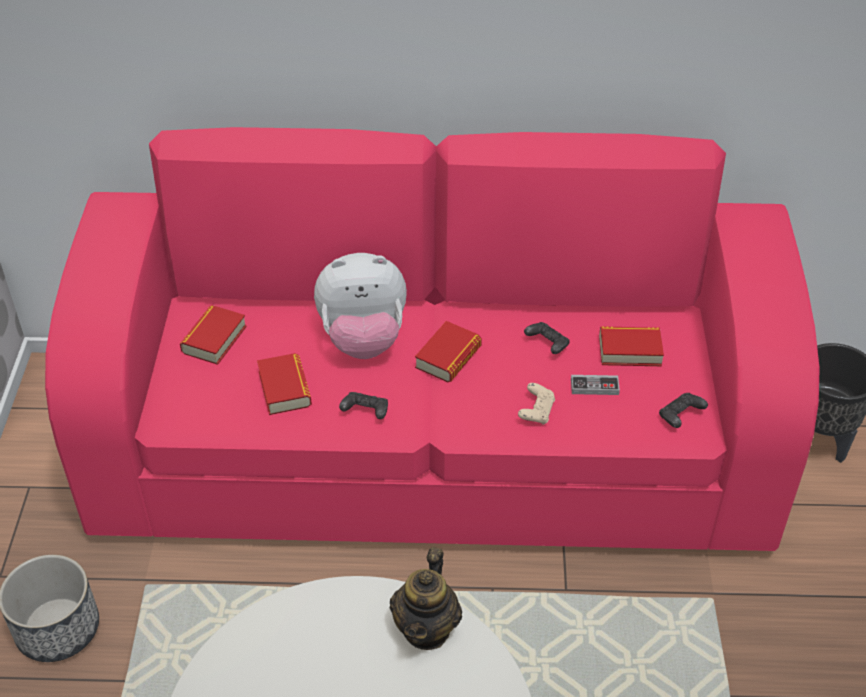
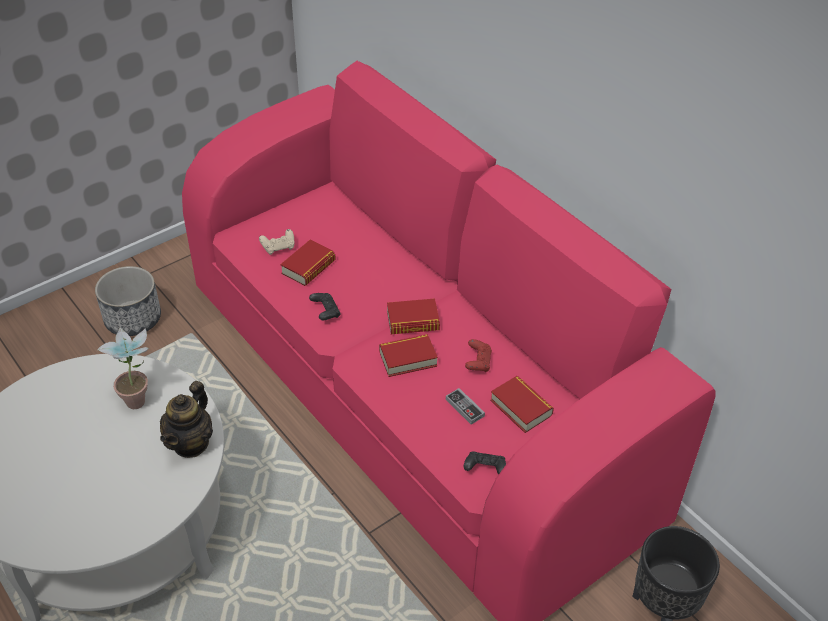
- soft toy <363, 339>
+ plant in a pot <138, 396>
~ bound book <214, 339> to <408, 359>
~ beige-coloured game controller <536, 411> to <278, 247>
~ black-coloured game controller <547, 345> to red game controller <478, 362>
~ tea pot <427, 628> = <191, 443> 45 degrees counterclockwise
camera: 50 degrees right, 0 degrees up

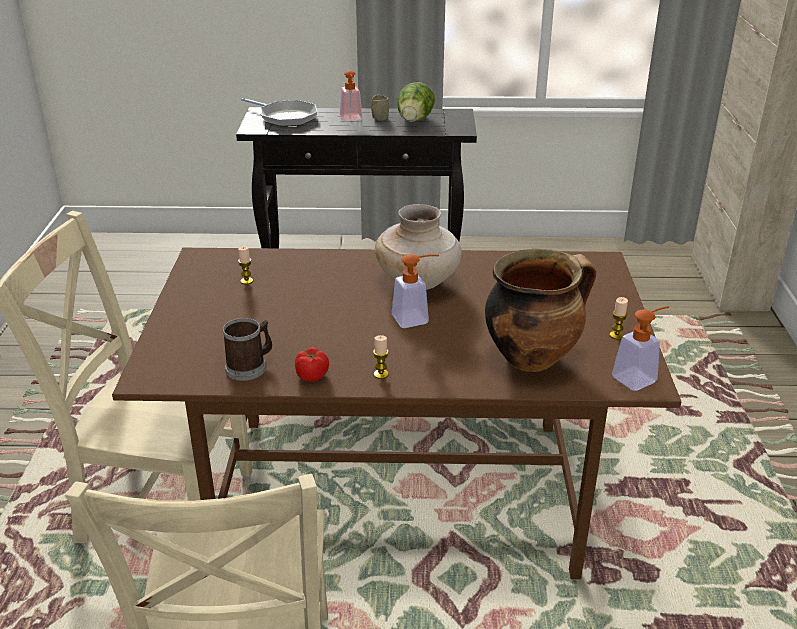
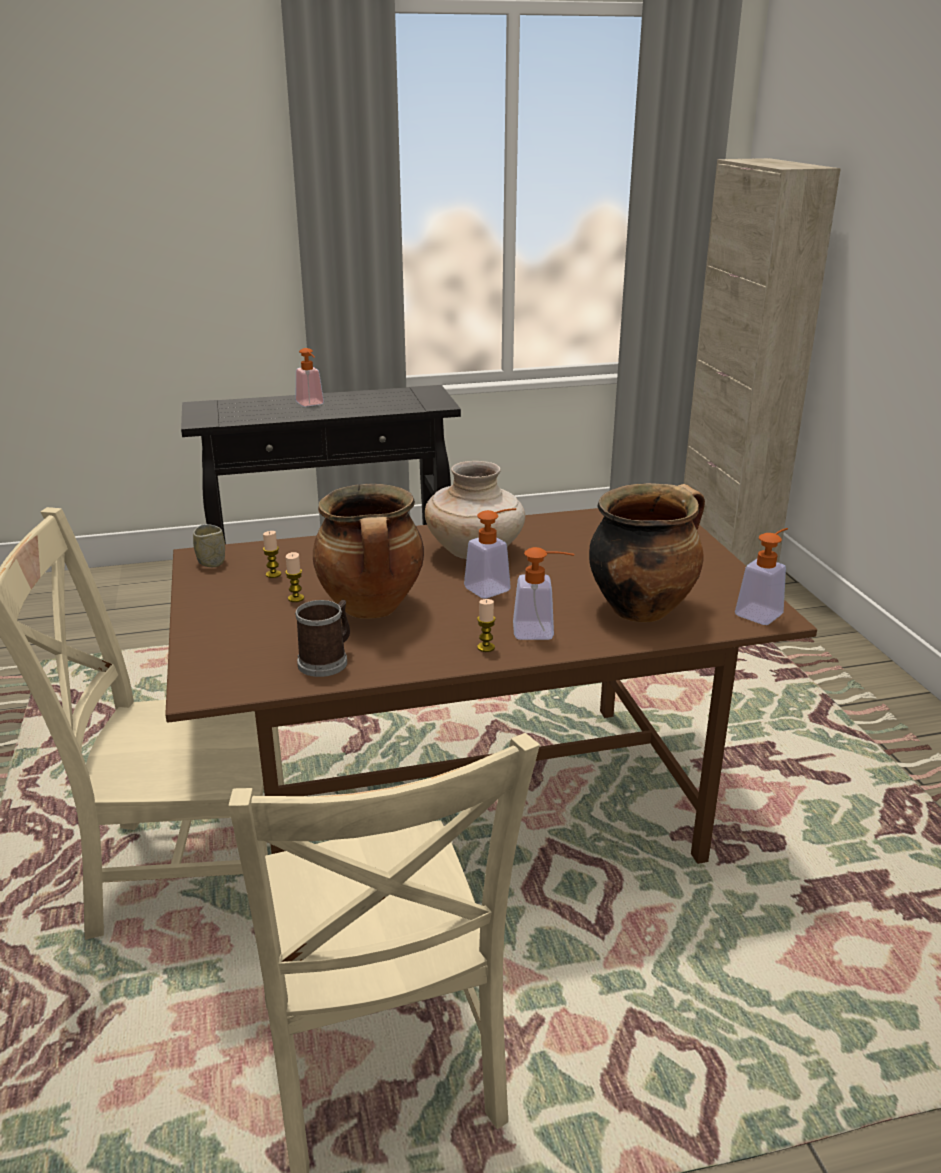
- skillet <285, 117>
- tomato <312, 375>
- head of lettuce <414, 121>
+ cooking pot <372, 609>
+ soap bottle <542, 631>
~ cup <380, 118> to <211, 562>
~ wax candle <616, 335> to <296, 598>
camera: 15 degrees left, 5 degrees down

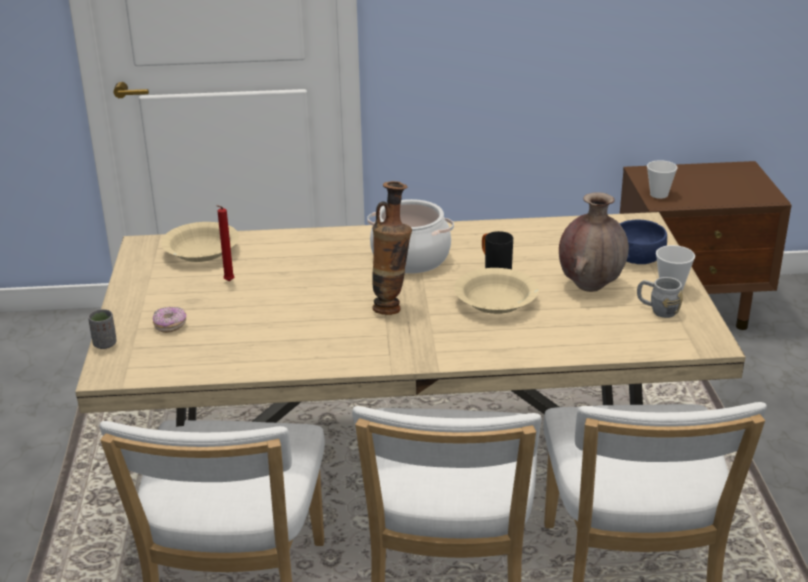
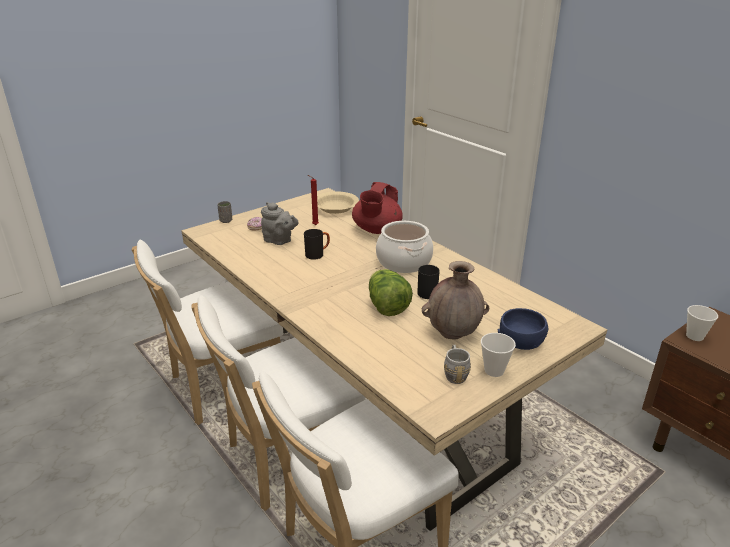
- flower vase <391, 307>
+ gray tea pot <279, 241>
+ black-coloured mug <317, 254>
+ red tea pot <376, 230>
~ beige-coloured bowl <496, 302> to head of lettuce <387, 306>
camera: 55 degrees right, 0 degrees up

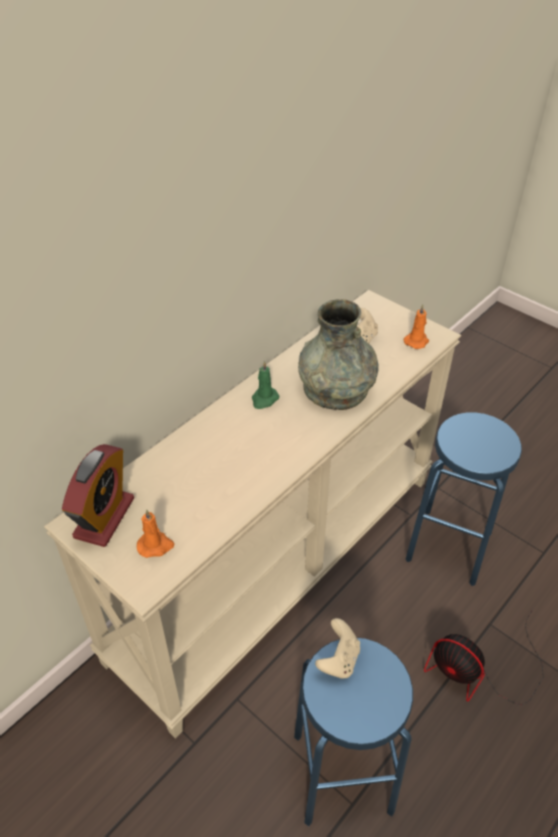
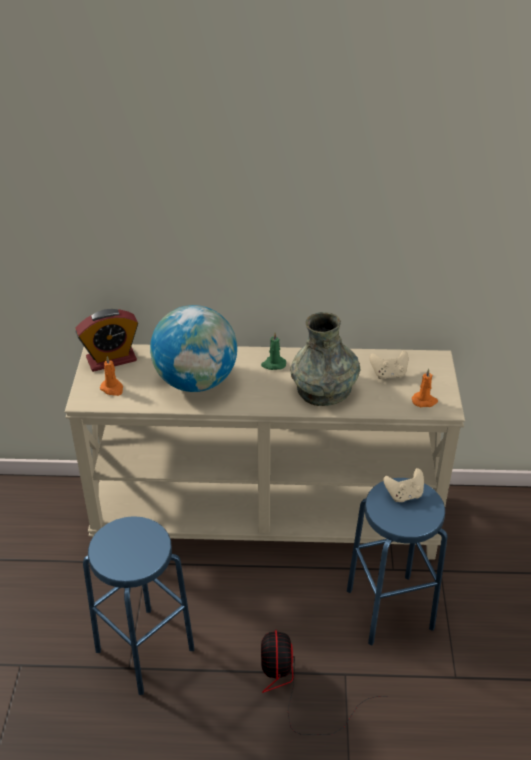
+ globe <196, 381>
~ beige-coloured game controller <338, 659> to <404, 495>
camera: 50 degrees right, 5 degrees down

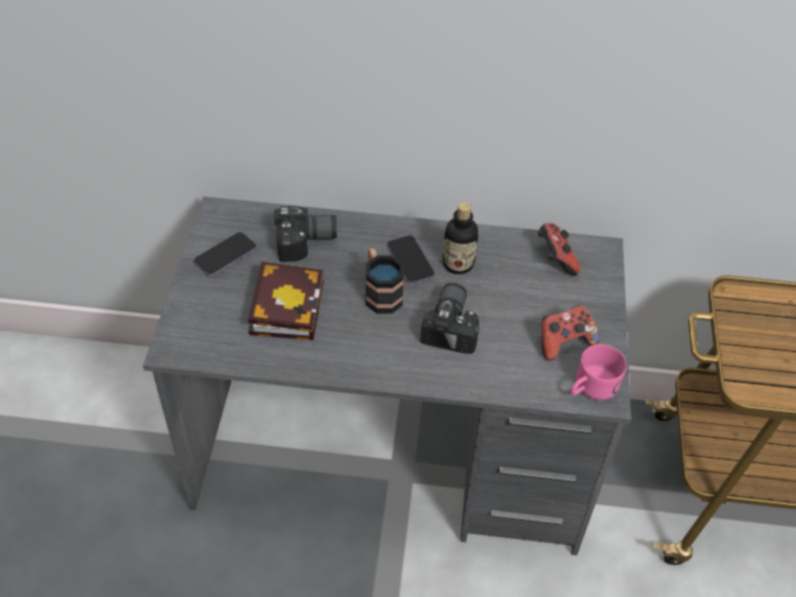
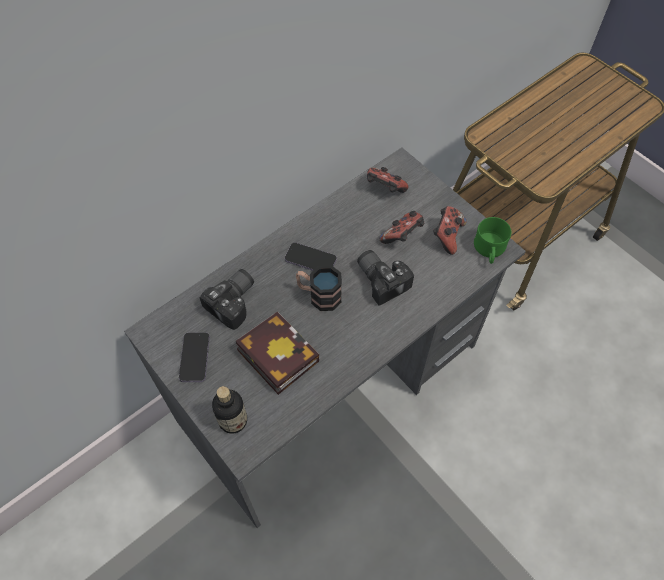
+ game controller <402, 236>
~ bottle <458, 264> to <233, 420>
~ pink-coloured mug <591, 387> to green-coloured mug <489, 250>
camera: 45 degrees left, 10 degrees up

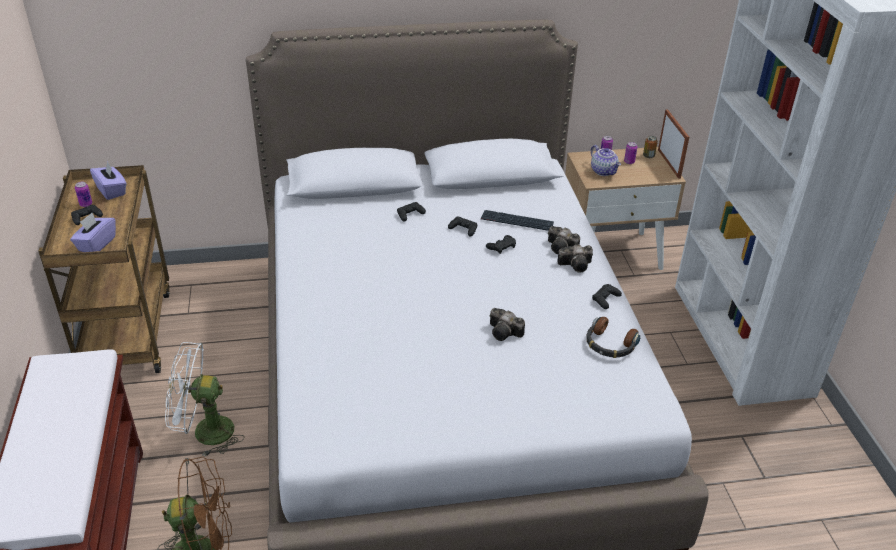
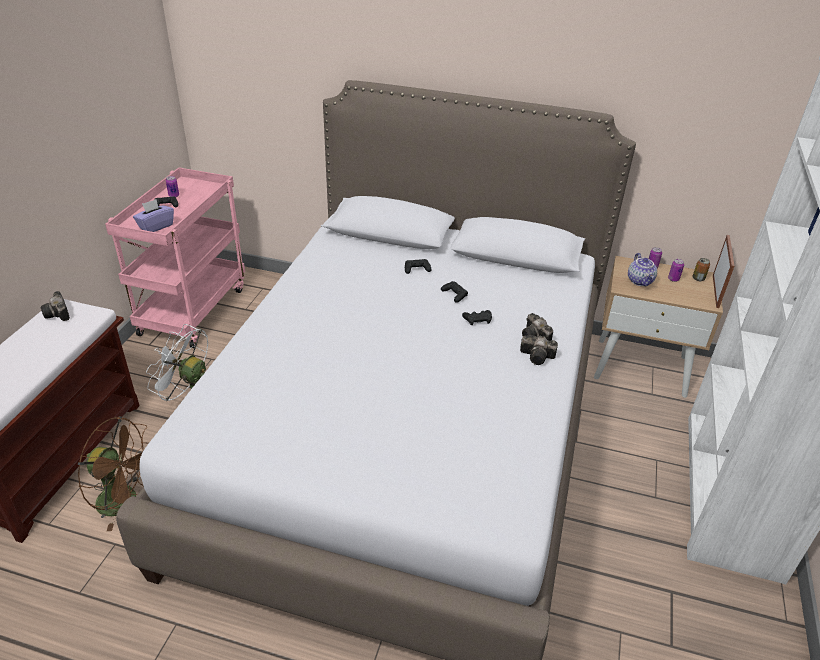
- purplish box of tissues <111, 191>
- keyboard <517, 222>
- headphones <610, 344>
- black-coloured game controller <605, 299>
~ still camera <505, 333> to <58, 314>
~ brown wheeled cart <126, 331> to pink-coloured wheeled cart <193, 309>
camera: 25 degrees right, 0 degrees up

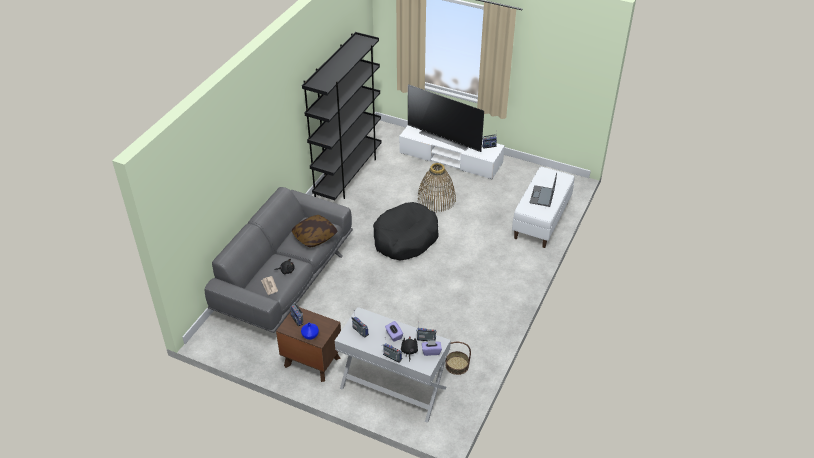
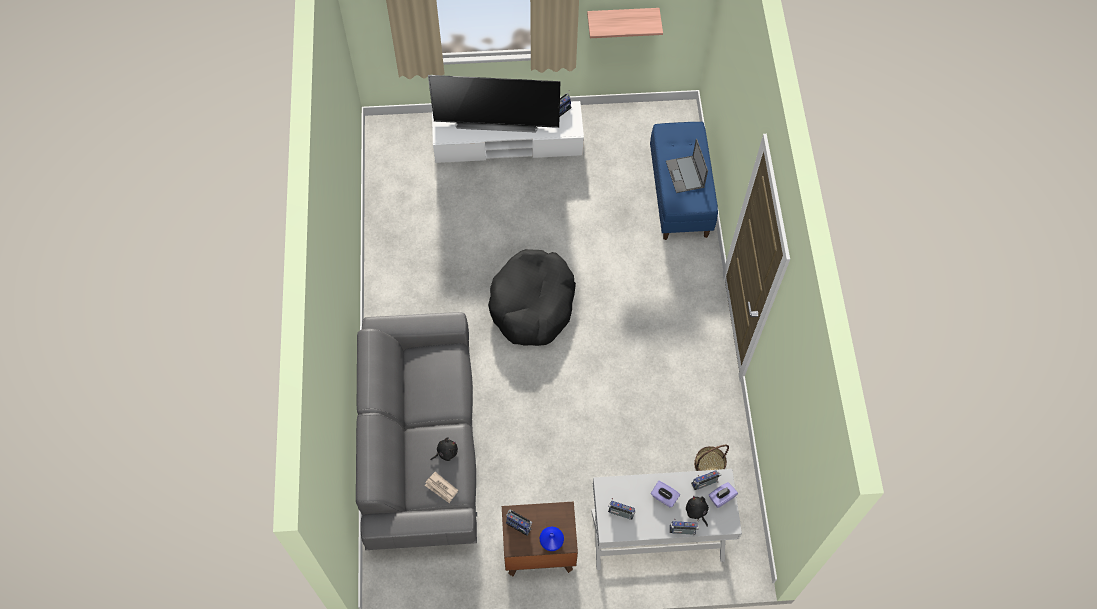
- throw pillow <314, 236>
- black-coloured shelving unit <348, 175>
- basket <436, 199>
+ bracket shelf <622, 18>
~ white indoor bench <541, 220> to blue indoor bench <680, 195>
camera: 30 degrees left, 20 degrees up

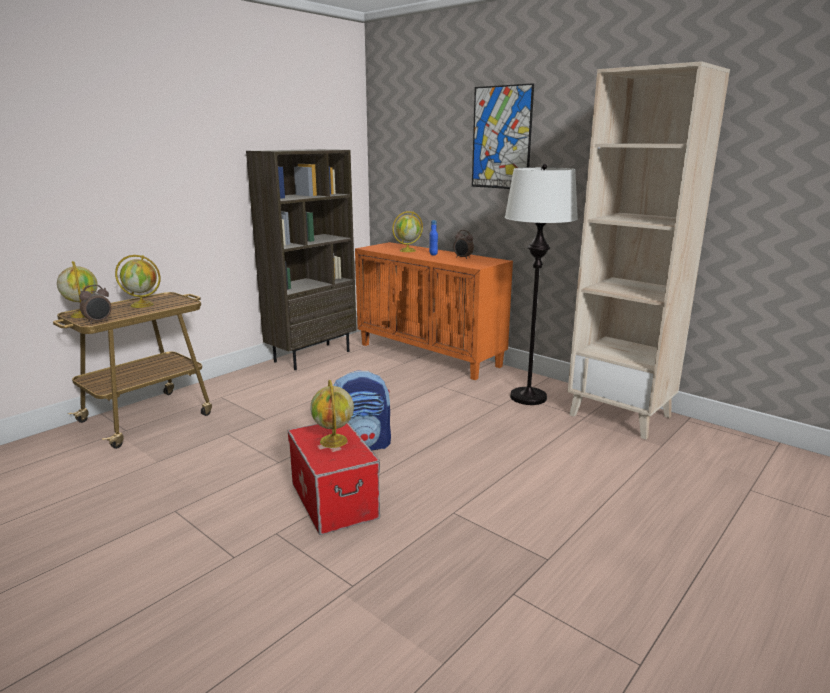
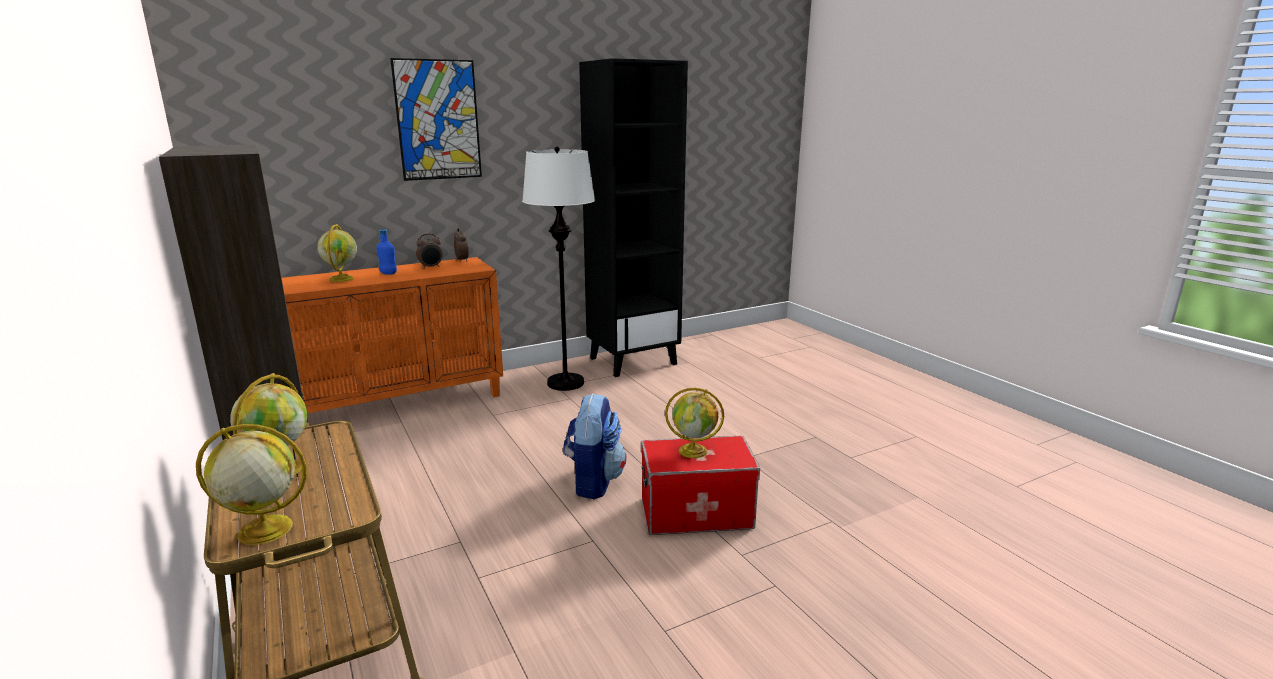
~ bedside clock <99, 322> to <462, 260>
~ beige-coloured shelving unit <621, 415> to black-coloured shelving unit <633, 361>
camera: 70 degrees left, 0 degrees up

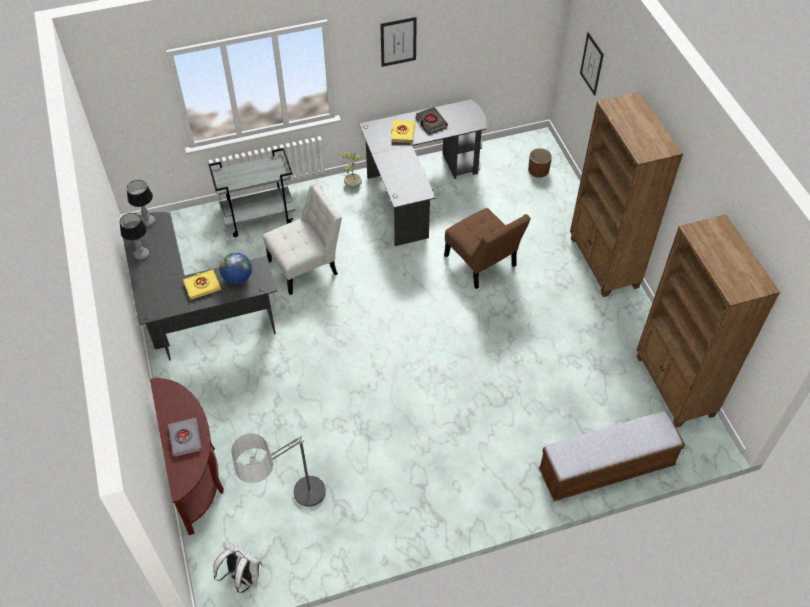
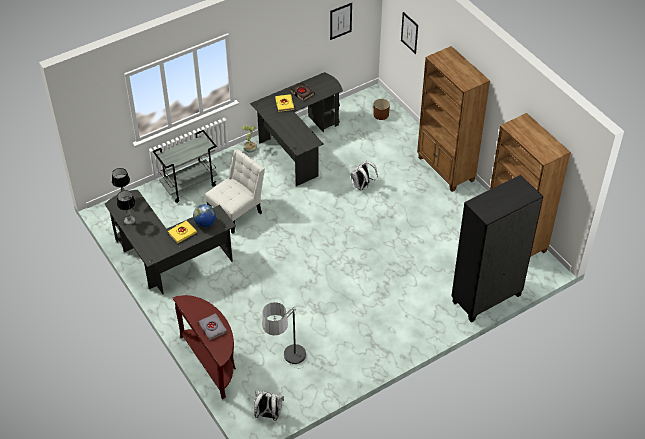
~ picture <398, 41> to <340, 21>
~ brown chair <482, 264> to white backpack <362, 186>
~ indoor bench <605, 468> to black-coloured shelving unit <485, 298>
camera: 15 degrees left, 5 degrees down

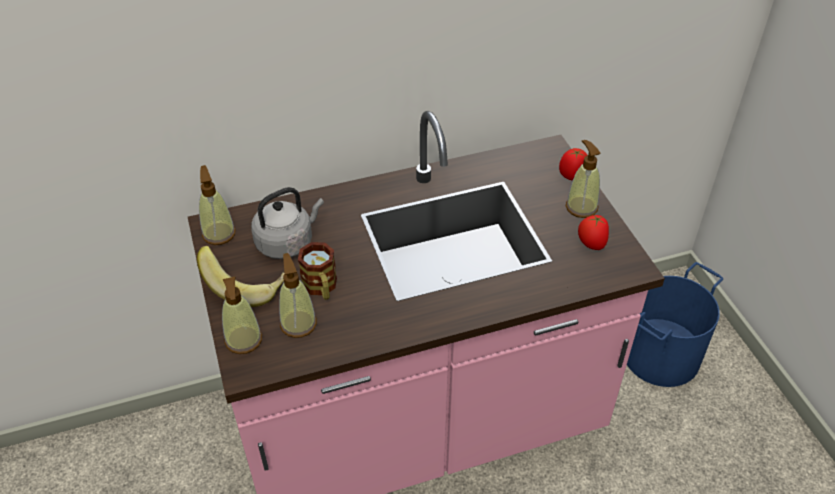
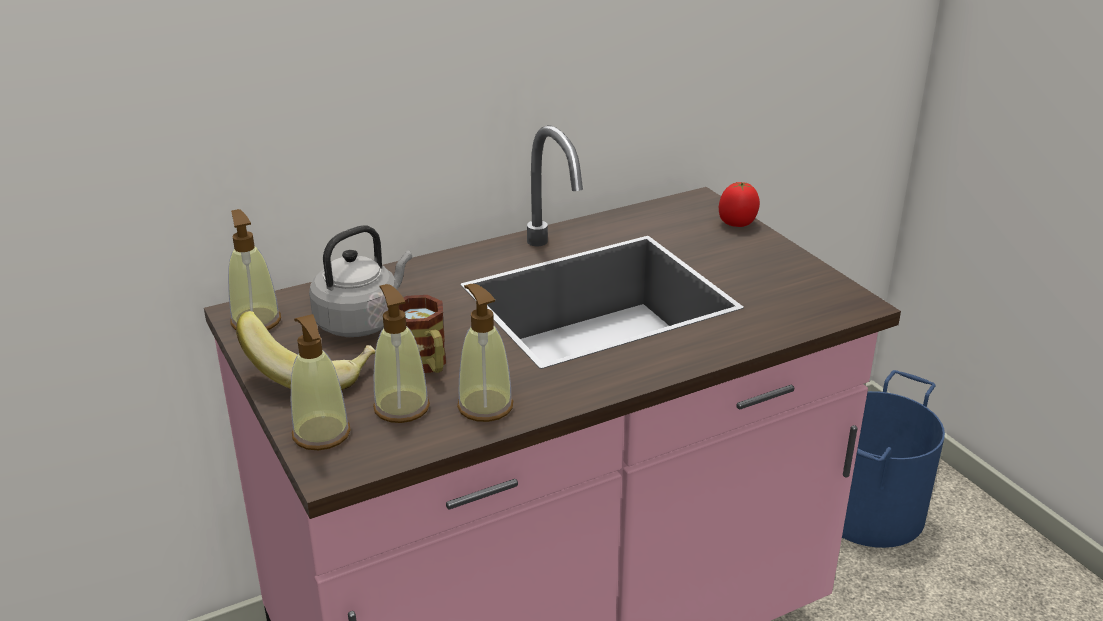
- tomato <591, 244>
~ soap bottle <581, 207> to <485, 406>
camera: 10 degrees left, 15 degrees down

